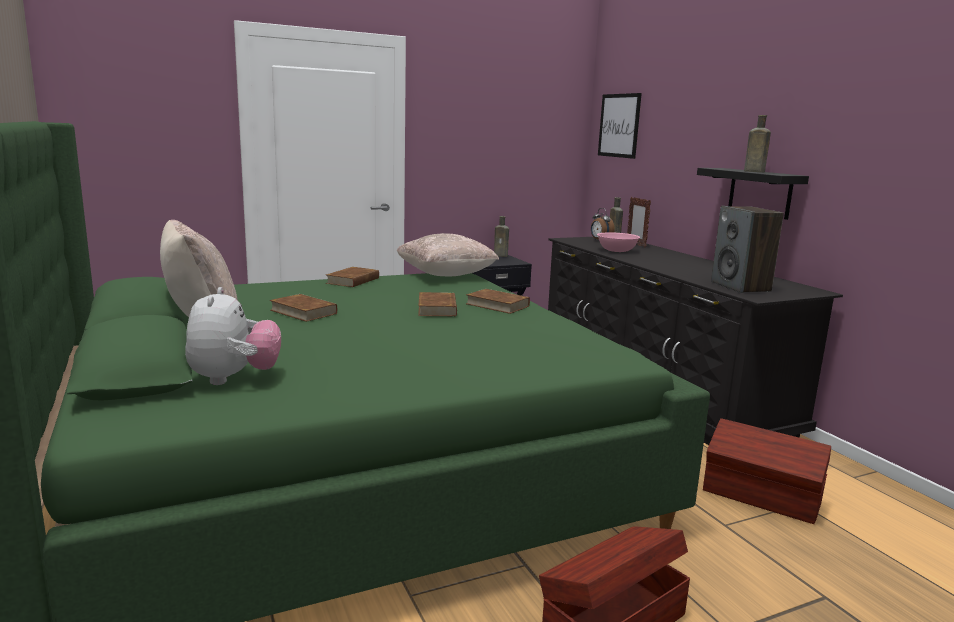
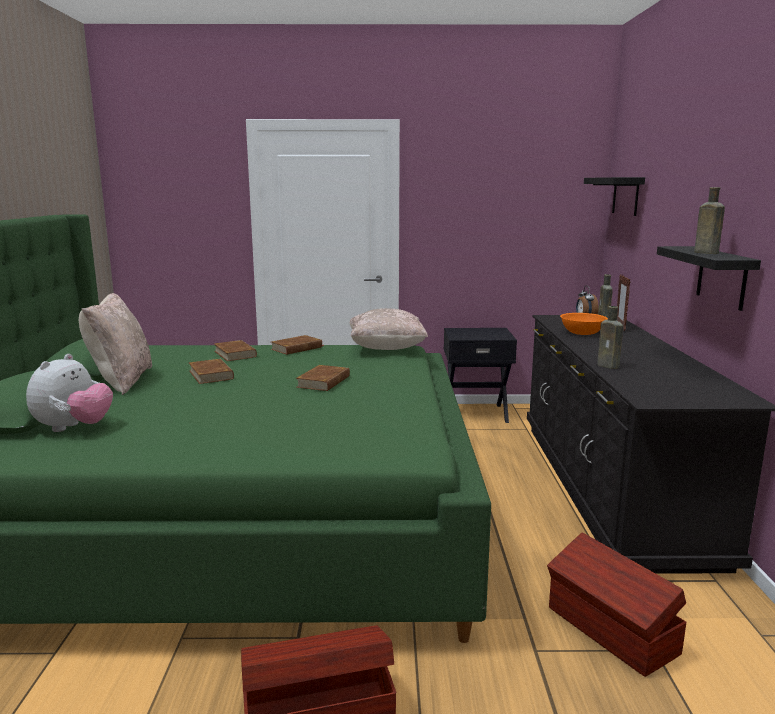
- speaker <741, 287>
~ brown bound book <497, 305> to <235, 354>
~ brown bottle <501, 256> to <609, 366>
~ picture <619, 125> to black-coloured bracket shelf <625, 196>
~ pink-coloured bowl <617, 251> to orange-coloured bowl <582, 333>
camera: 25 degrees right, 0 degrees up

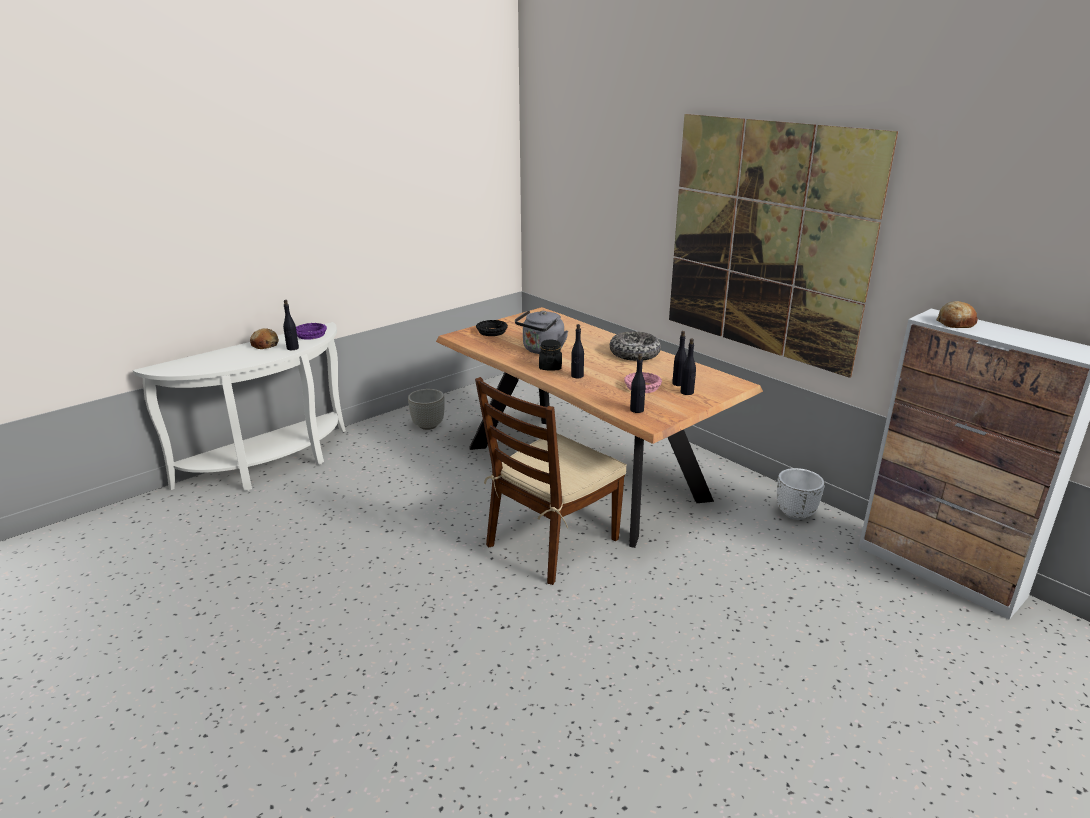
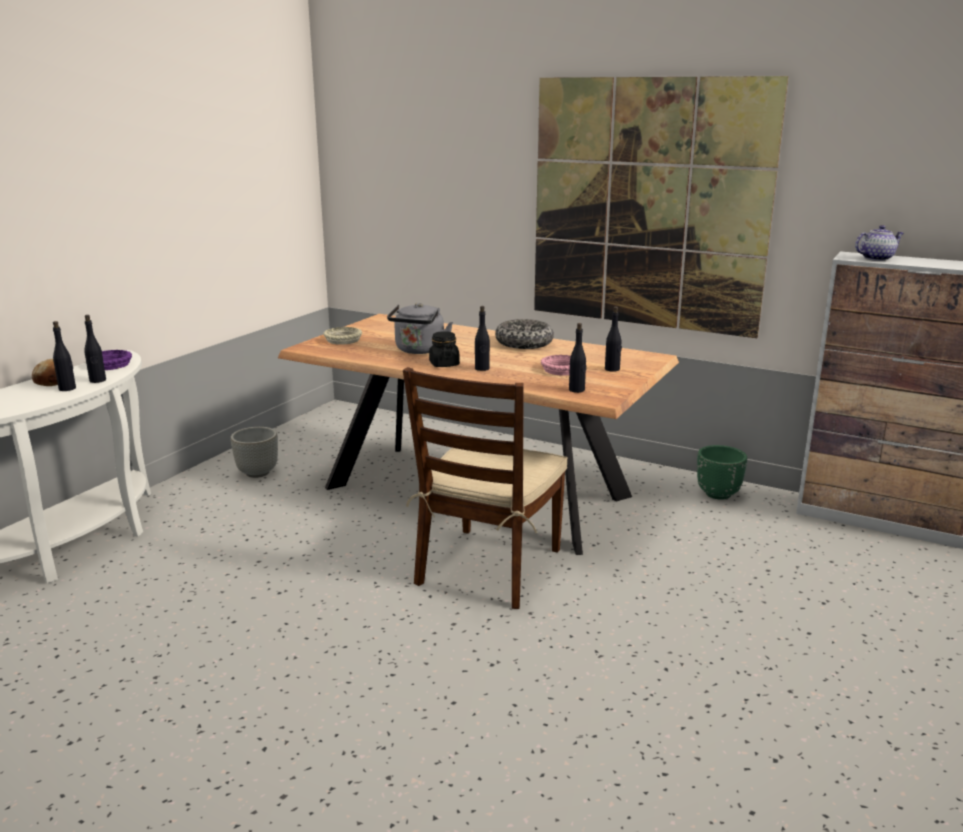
~ black-coloured bottle <679, 383> to <67, 388>
~ bread <955, 323> to tea pot <876, 258>
~ black-coloured bowl <491, 331> to beige-coloured bowl <342, 340>
~ white plant pot <795, 514> to green-coloured plant pot <718, 494>
camera: 20 degrees left, 5 degrees down

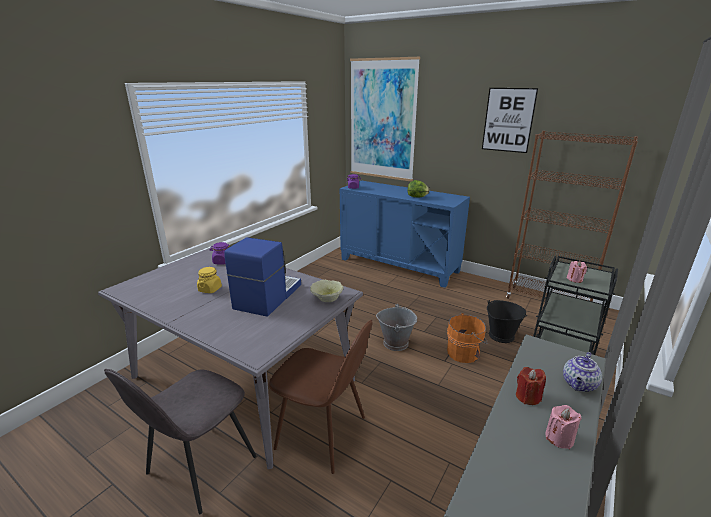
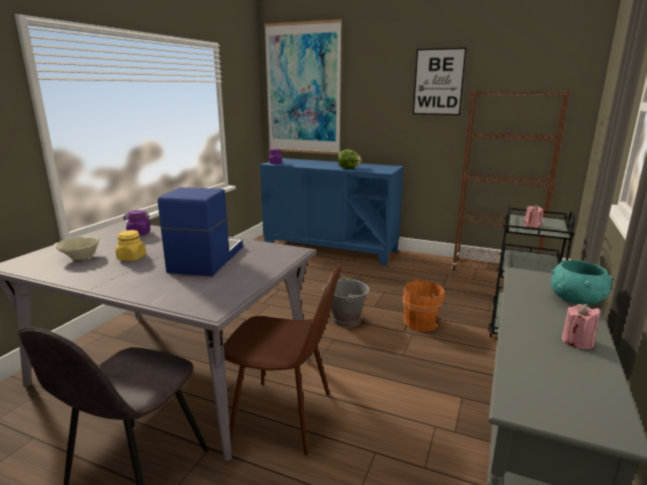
- black-coloured bucket <501, 335>
- red wax candle <527, 397>
~ beige-coloured bowl <327, 299> to <81, 257>
~ tea pot <579, 385> to turquoise bowl <576, 300>
camera: 10 degrees left, 5 degrees down

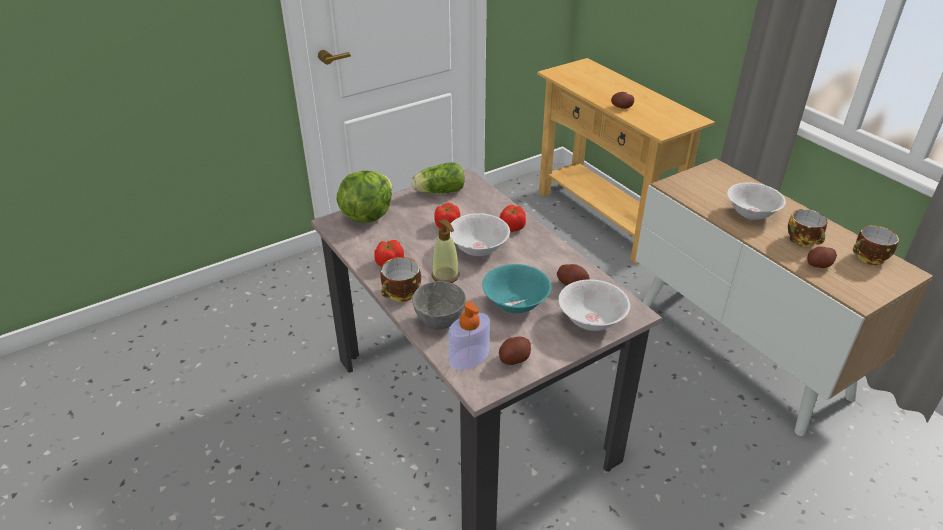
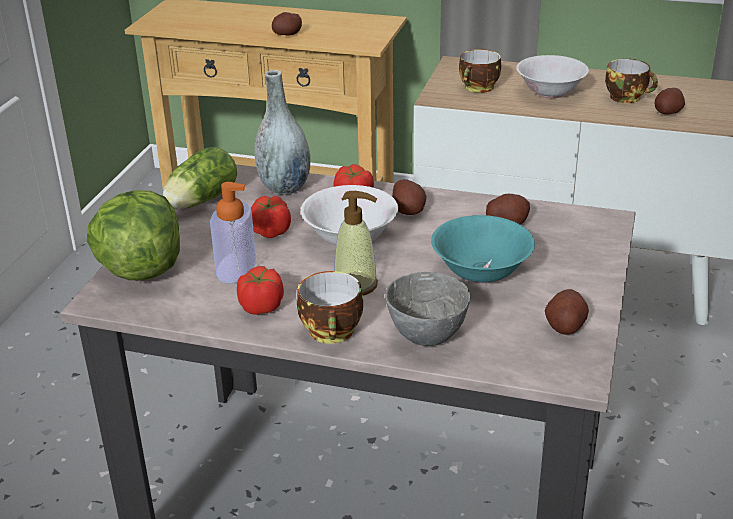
- white bowl <591, 321>
+ gray flower vase <284, 187>
+ whole potato <408, 210>
~ soap bottle <469, 357> to <236, 267>
~ cup <869, 258> to <479, 88>
camera: 40 degrees left, 5 degrees down

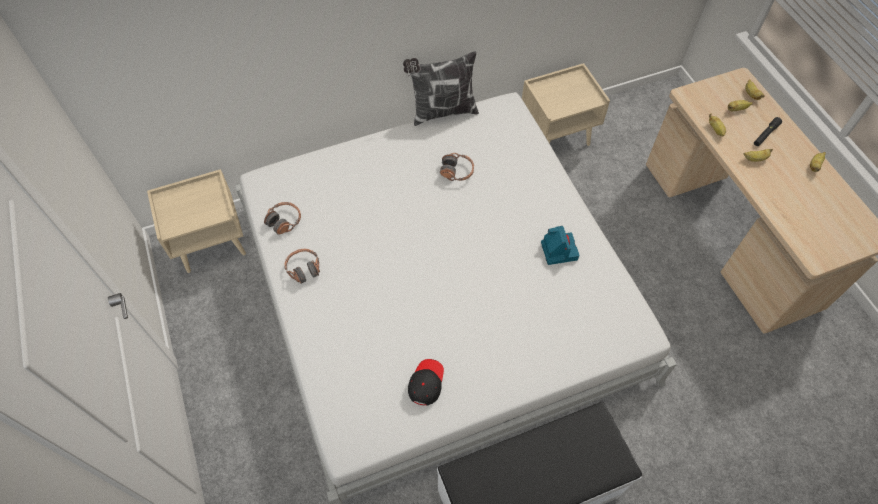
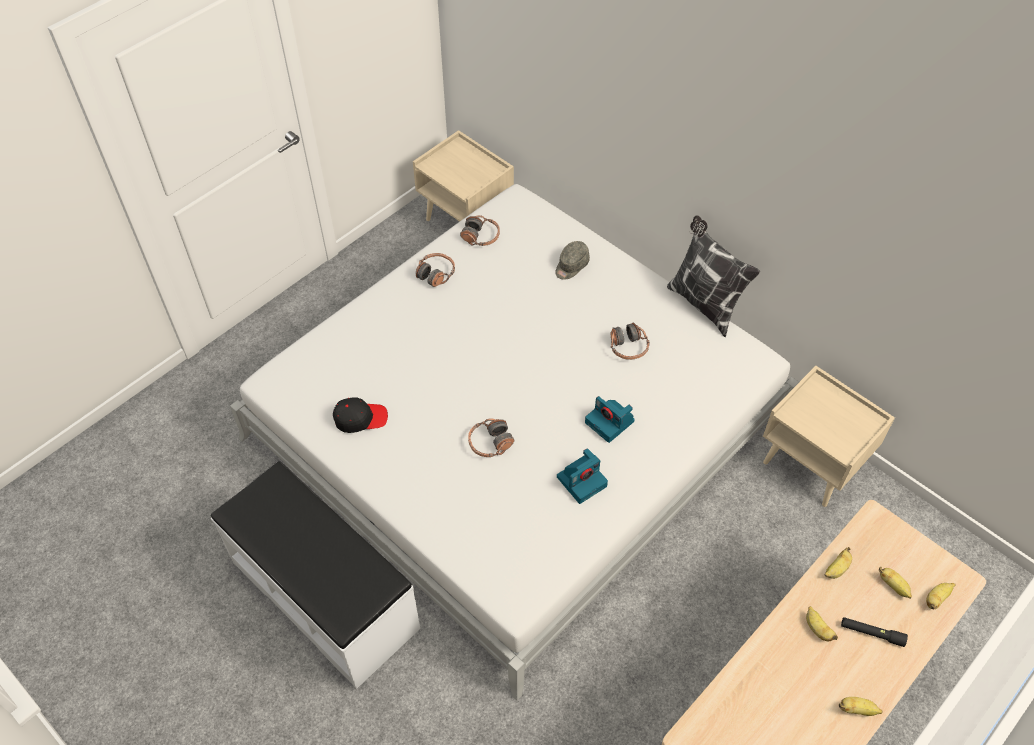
+ headphones <490, 443>
+ gray baseball cap <571, 266>
+ still camera <610, 422>
camera: 65 degrees right, 5 degrees down

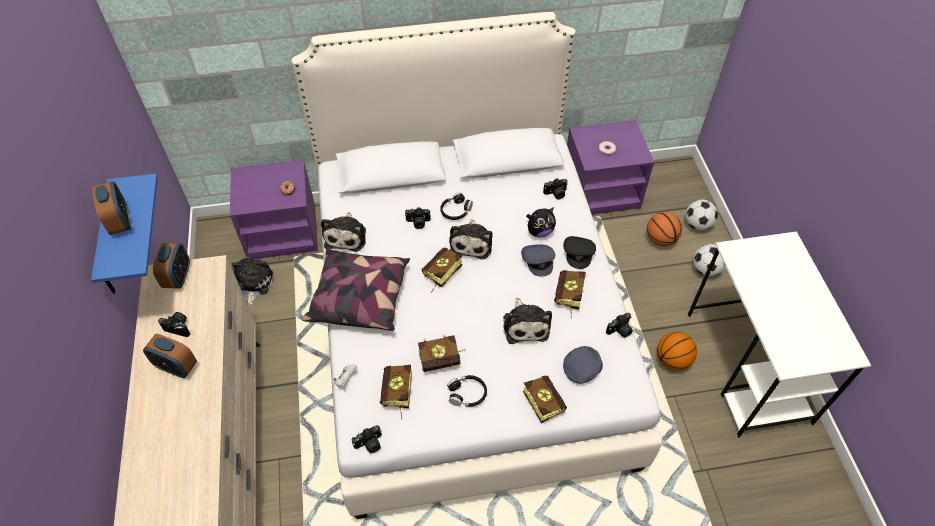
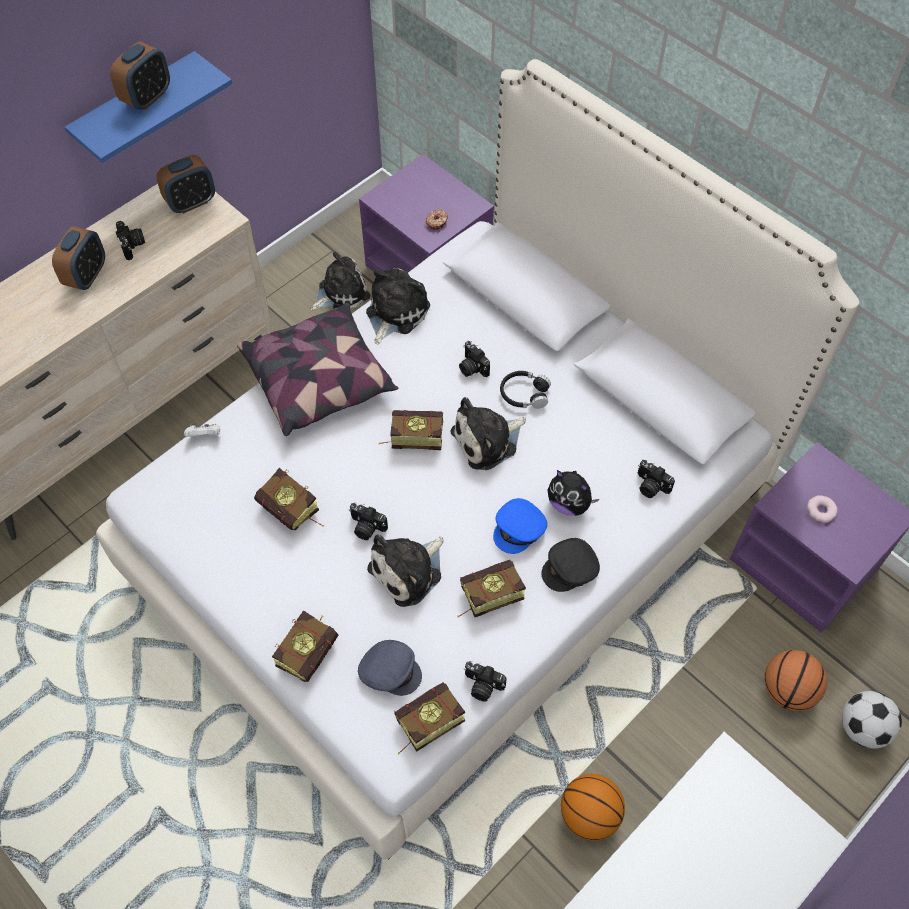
- black-coloured headphones <467, 394>
- football <705, 269>
~ still camera <369, 444> to <366, 527>
~ bound book <397, 396> to <424, 725>
~ gray baseball cap <538, 261> to blue baseball cap <519, 529>
~ bedside clock <177, 367> = <87, 276> 150 degrees counterclockwise
~ soft toy <346, 236> = <395, 312> 150 degrees clockwise
camera: 55 degrees right, 5 degrees up

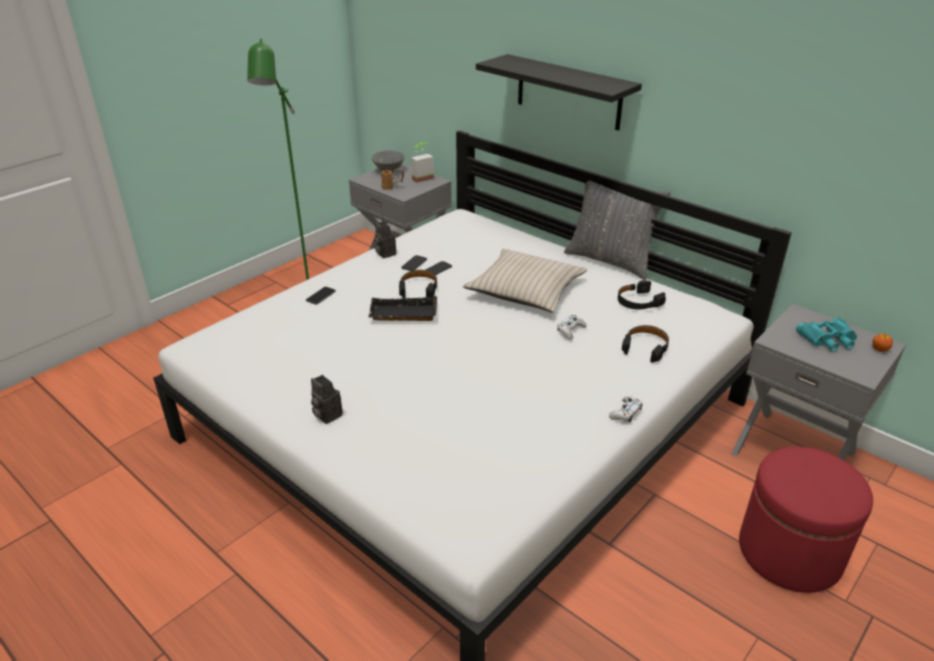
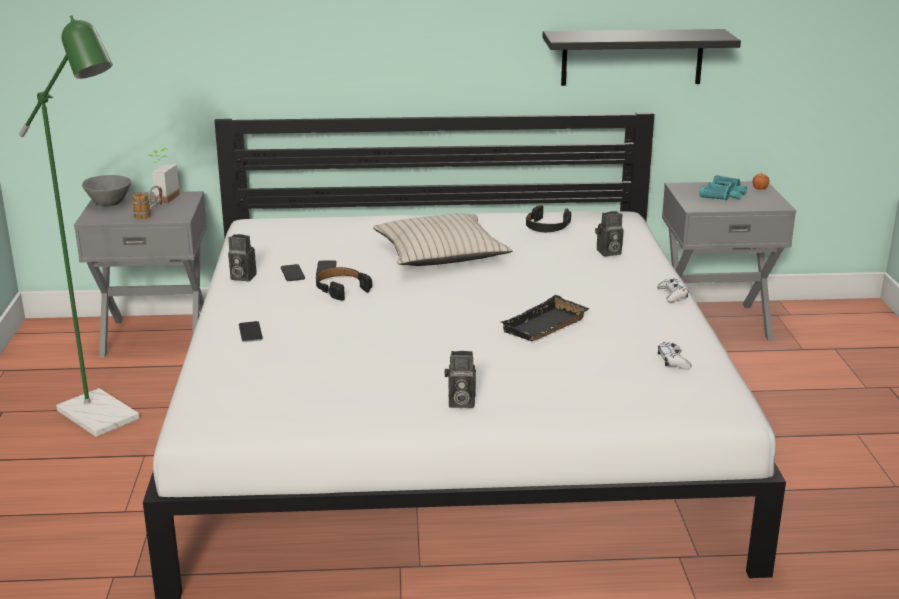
- gray throw pillow <610, 260>
- red pouffe <789, 552>
~ black-coloured carrying tray <402, 315> to <546, 327>
~ black-coloured bracket shelf <568, 92> to <632, 57>
~ white game controller <571, 330> to <673, 361>
~ black-coloured headphones <645, 347> to still camera <608, 252>
camera: 45 degrees left, 10 degrees down

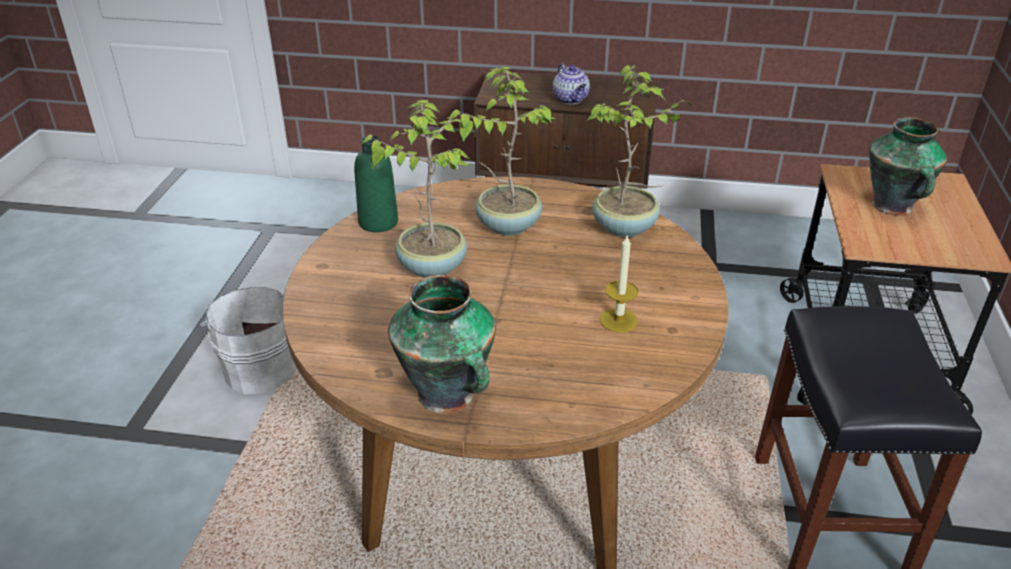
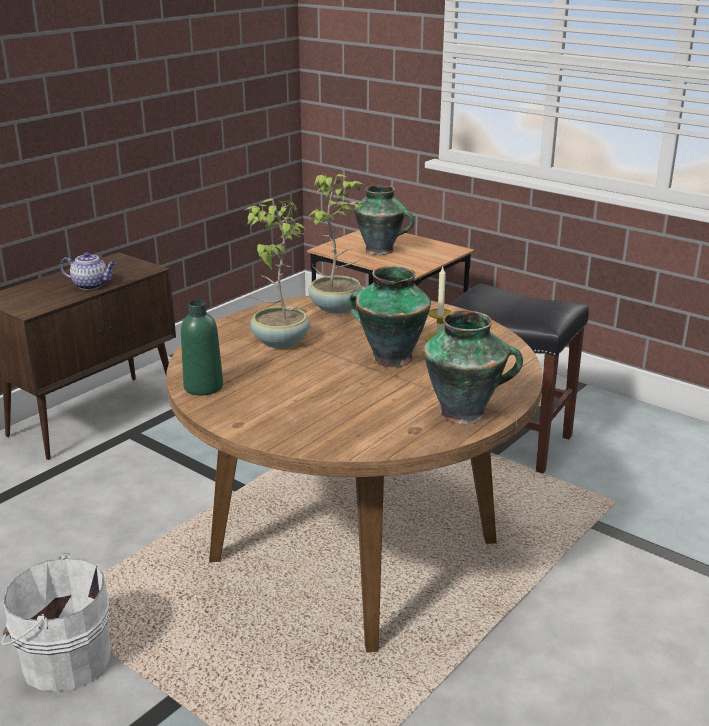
- plant in a pot <432, 265>
+ flower vase <390, 358>
camera: 60 degrees left, 10 degrees down

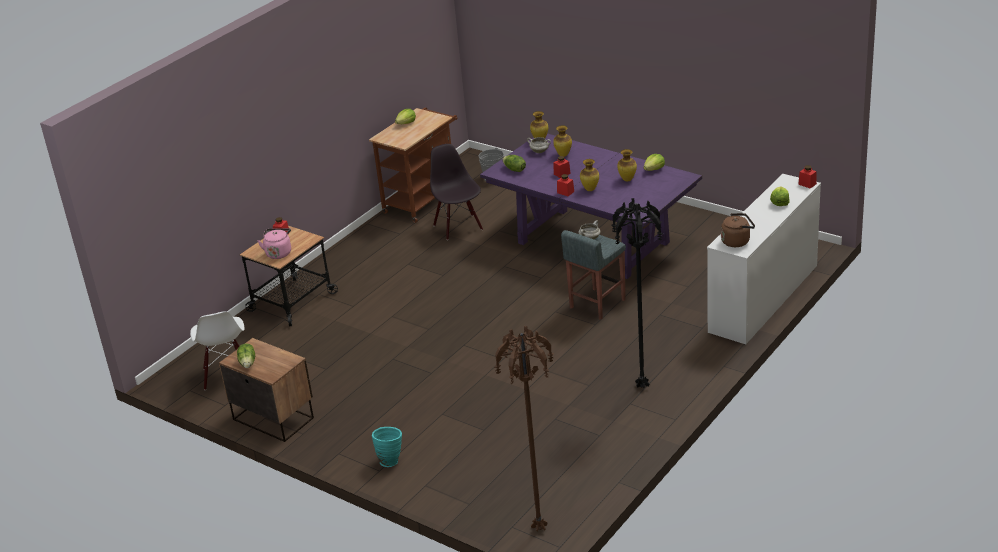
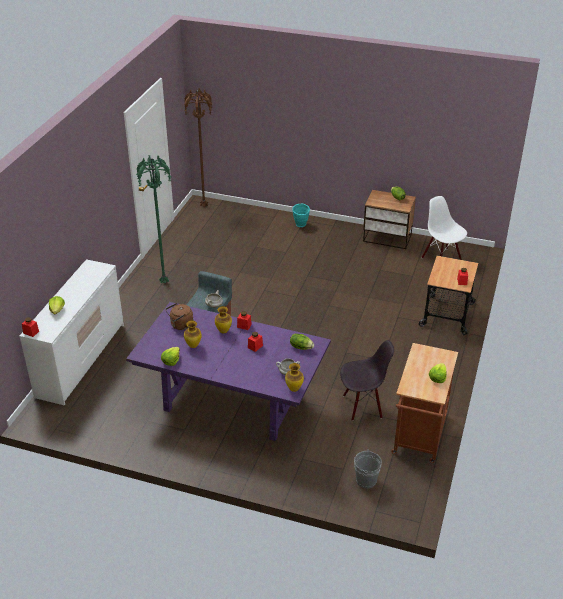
- pink-coloured water kettle <278, 253>
- flower vase <563, 155>
~ brown water kettle <737, 241> to <180, 325>
~ black-coloured floor lamp <642, 387> to green-coloured floor lamp <164, 282>
~ black-coloured chair <458, 227> = <362, 406> 60 degrees counterclockwise
camera: 160 degrees right, 5 degrees up

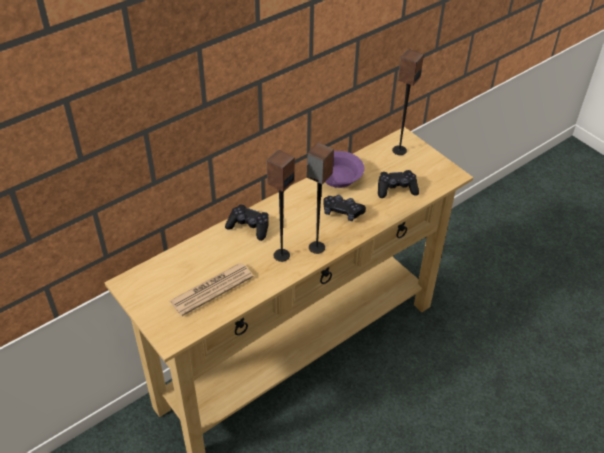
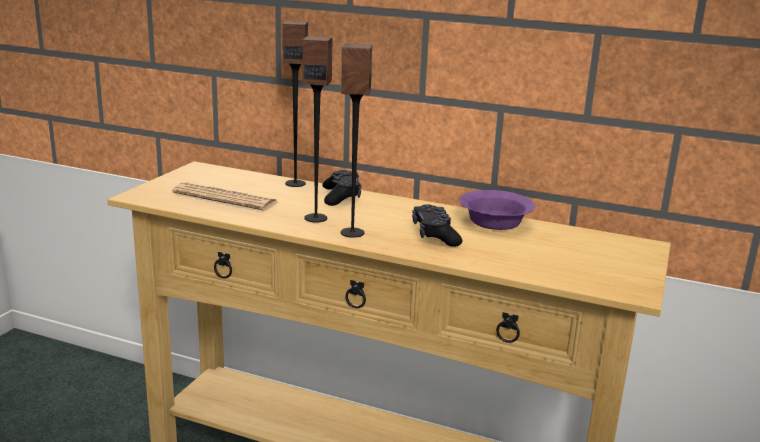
- black-coloured game controller <396, 189>
~ speaker <399, 150> to <295, 183>
camera: 60 degrees right, 25 degrees down

